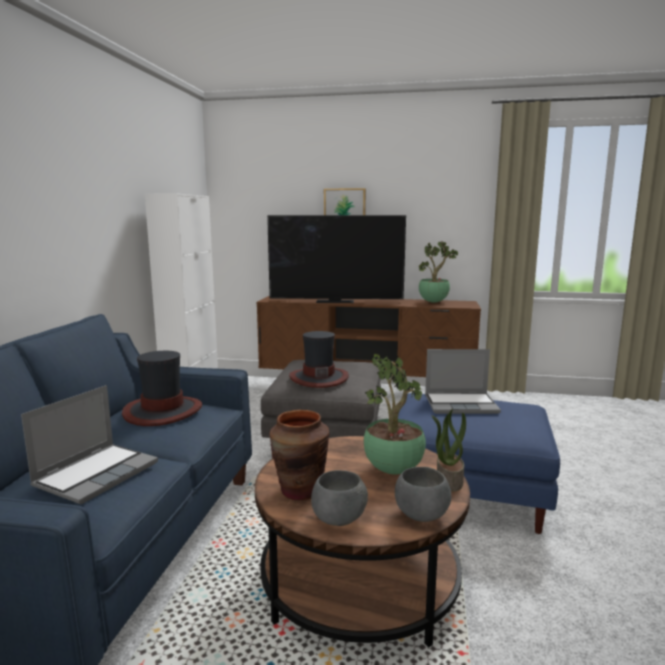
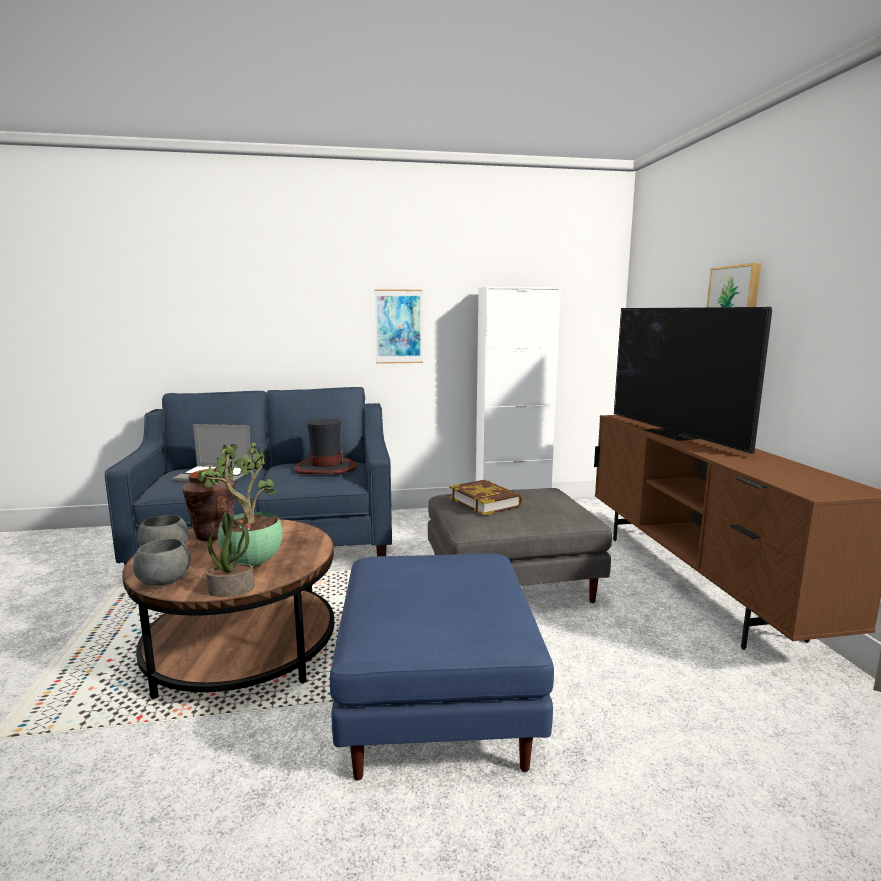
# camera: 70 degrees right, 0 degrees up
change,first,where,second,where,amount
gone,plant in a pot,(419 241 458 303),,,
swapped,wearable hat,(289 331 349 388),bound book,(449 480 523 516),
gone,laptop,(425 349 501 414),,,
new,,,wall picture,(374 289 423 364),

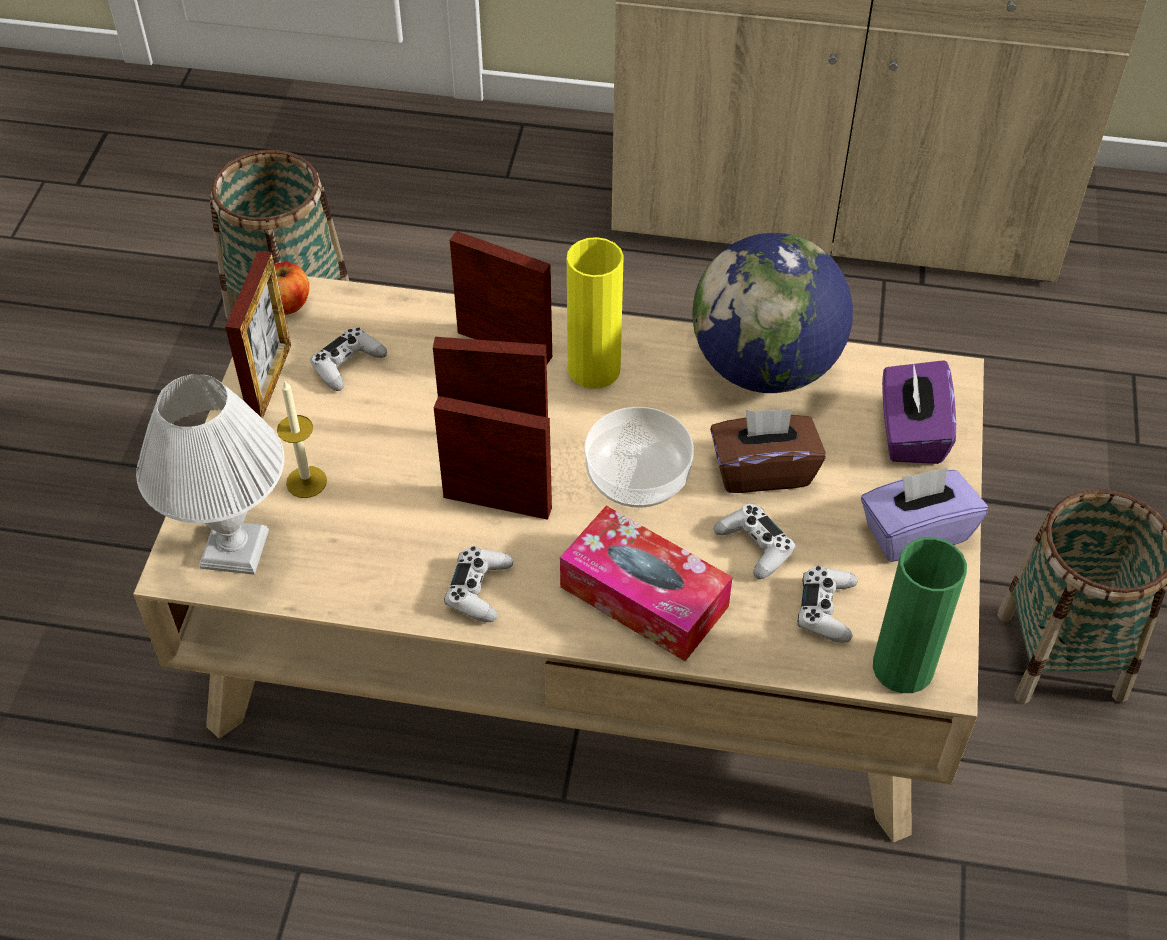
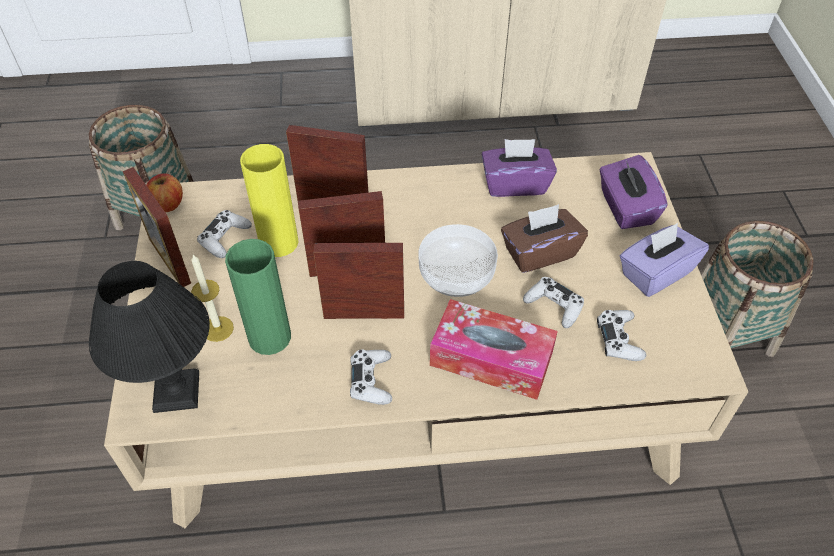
# camera: 15 degrees left, 0 degrees up
change,first,where,second,where,amount
swapped,globe,(692 233 853 393),tissue holder (purplish),(482 139 557 197),
shifted,decorative vase (yellow-coloured),(567 237 624 389),,(240 144 298 257),
rotated,photo frame,(225 251 291 419),,(123 167 191 287),150 degrees clockwise
repainted,lamp for a table (whitish),(136 374 284 575),lamp for a table (black-coloured),(89 261 210 413),
shifted,decorative vase (greenish),(873 537 967 693),,(225 239 291 355),

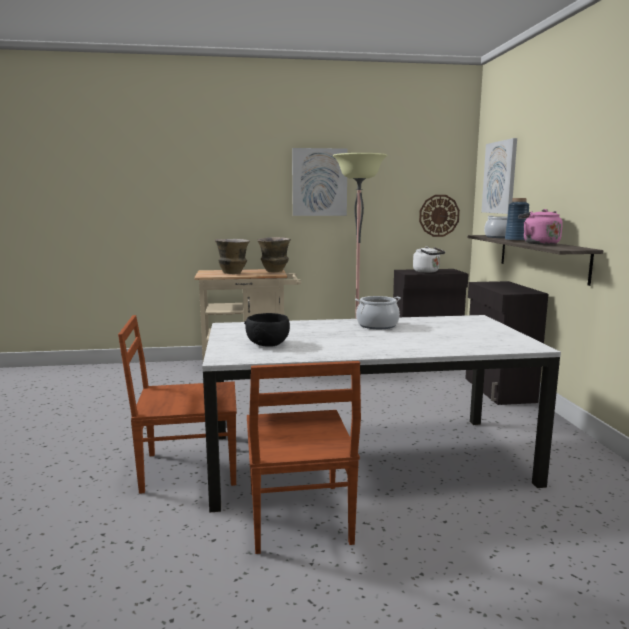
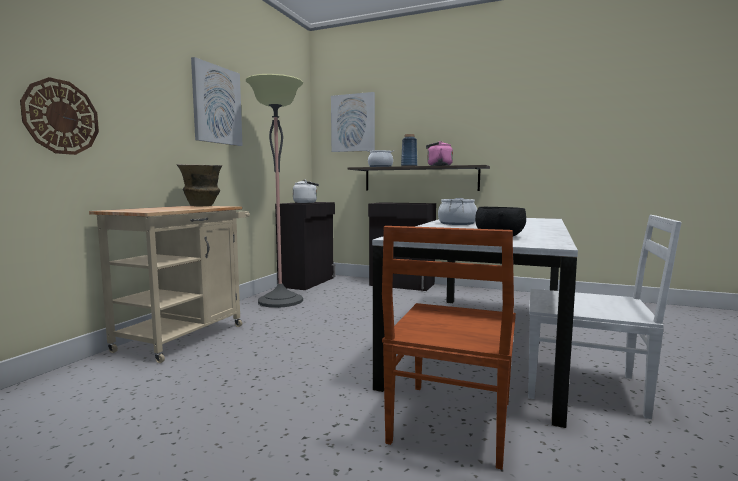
# camera: 60 degrees left, 5 degrees down
change,first,where,second,where,amount
shifted,wall clock,(419 195 460 237),,(20 77 99 155),
gone,decorative vase,(215 239 250 274),,,
repainted,plain chair (brown-coloured),(247 361 361 554),plain chair (whitish),(528 215 682 419),

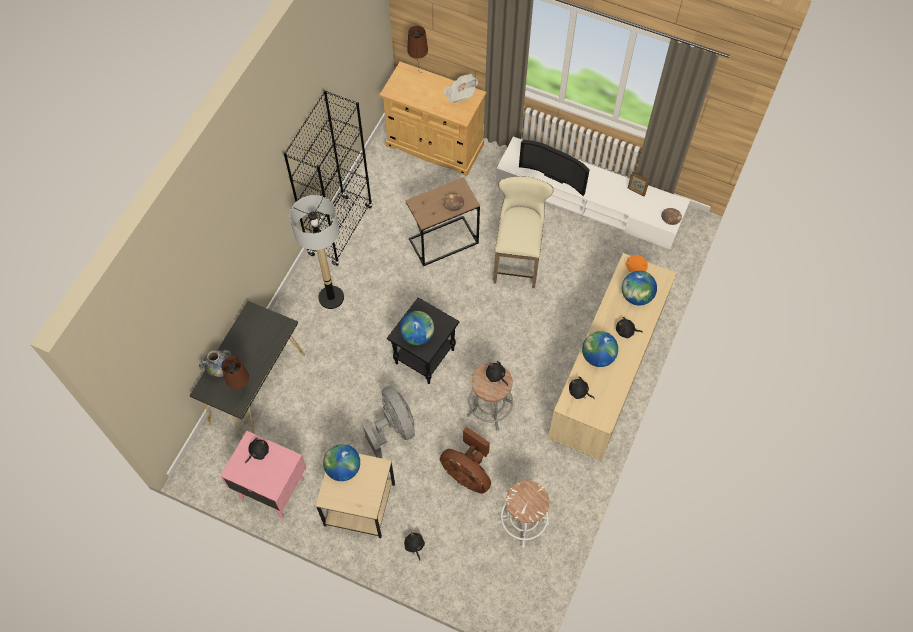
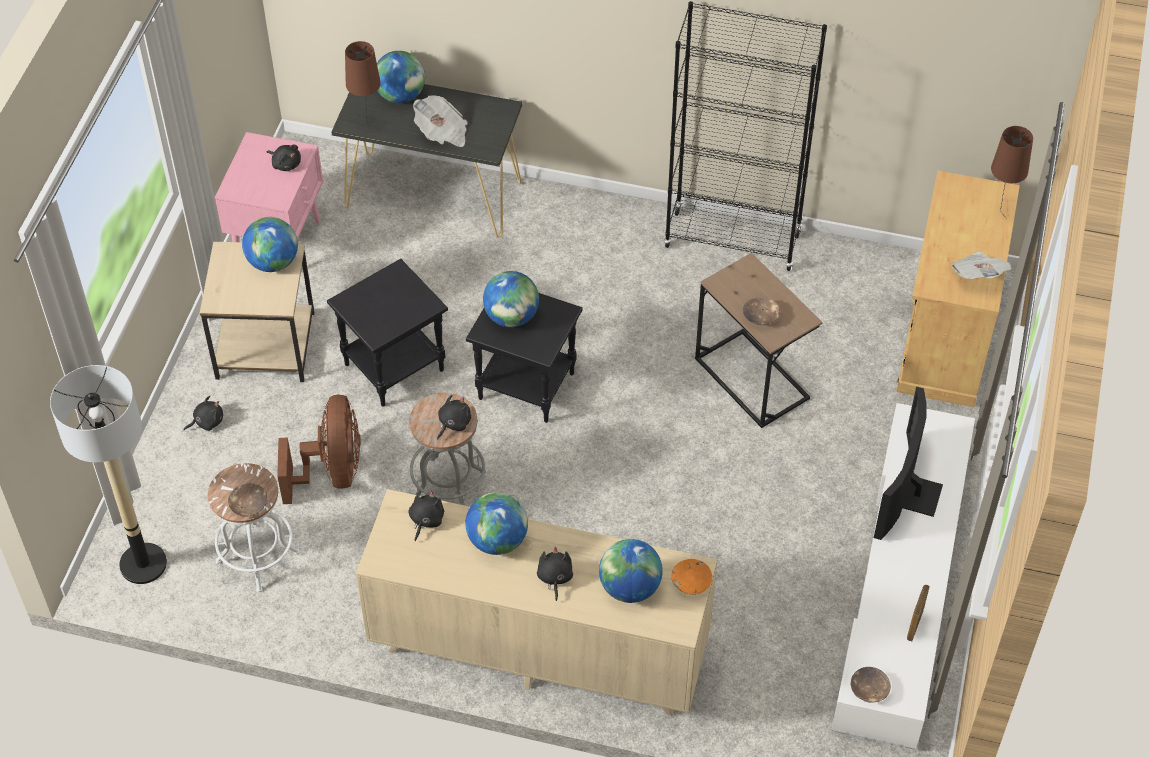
# camera: 80 degrees right, 10 degrees down
change,first,where,second,where,amount
gone,stool seat (beige-coloured),(493 176 553 288),,,
shifted,standing lamp,(290 195 344 309),,(50 365 167 584),
swapped,decorative vase,(199 350 231 377),globe,(377 51 425 103),
swapped,electric fan (greyish),(363 386 415 458),end table (black-coloured),(327 259 448 407),
rotated,electric fan (brown-coloured),(440 427 491 494),,(277 395 361 504),150 degrees clockwise
new,,,newspaper,(413 95 468 147),
new,,,serving bowl (brown-coloured),(228 483 267 517),

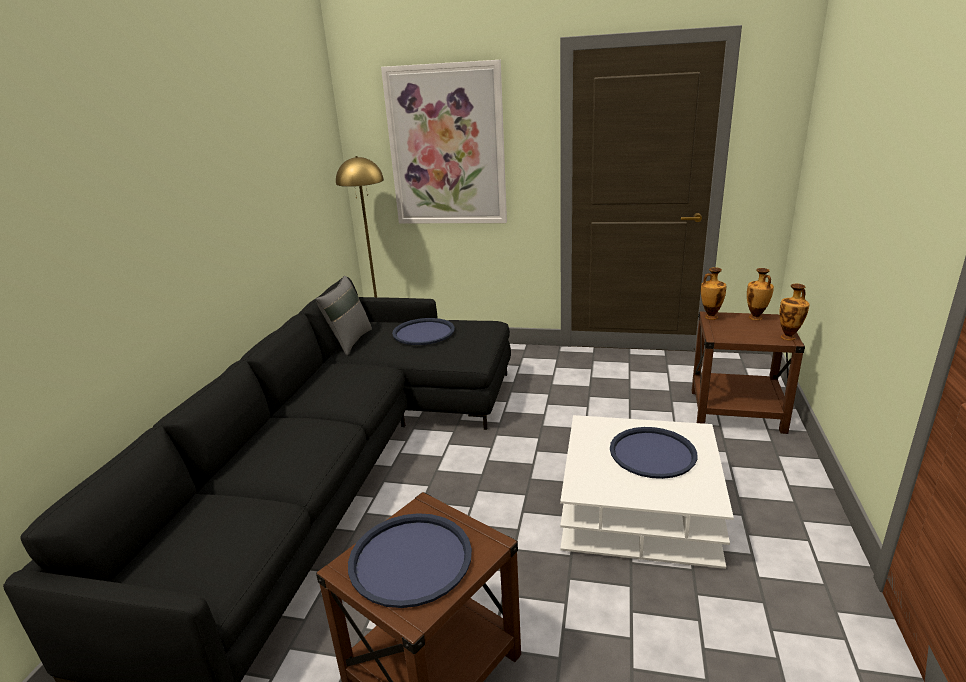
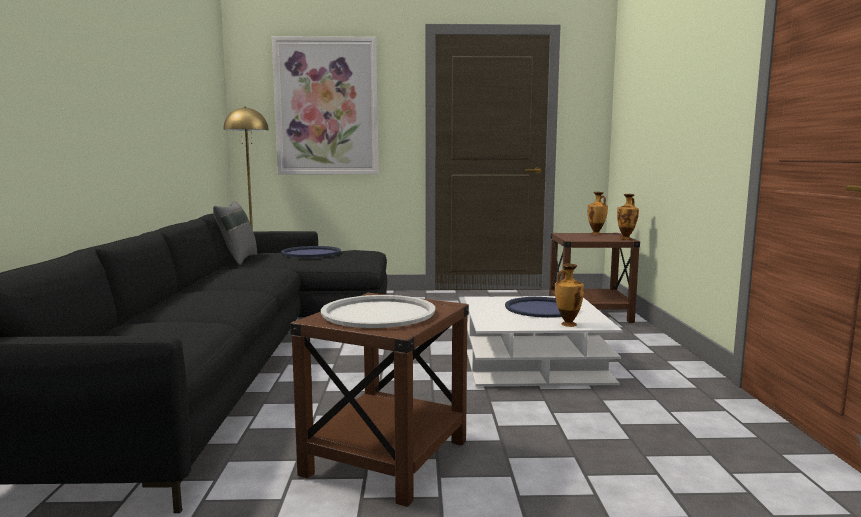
# camera: 15 degrees left, 15 degrees down
change,first,where,second,where,amount
shifted,decorative vase,(701 267 726 320),,(555 264 584 327),
repainted,carrying tray (bluish),(348 513 472 608),carrying tray (whitish),(321 295 435 328),

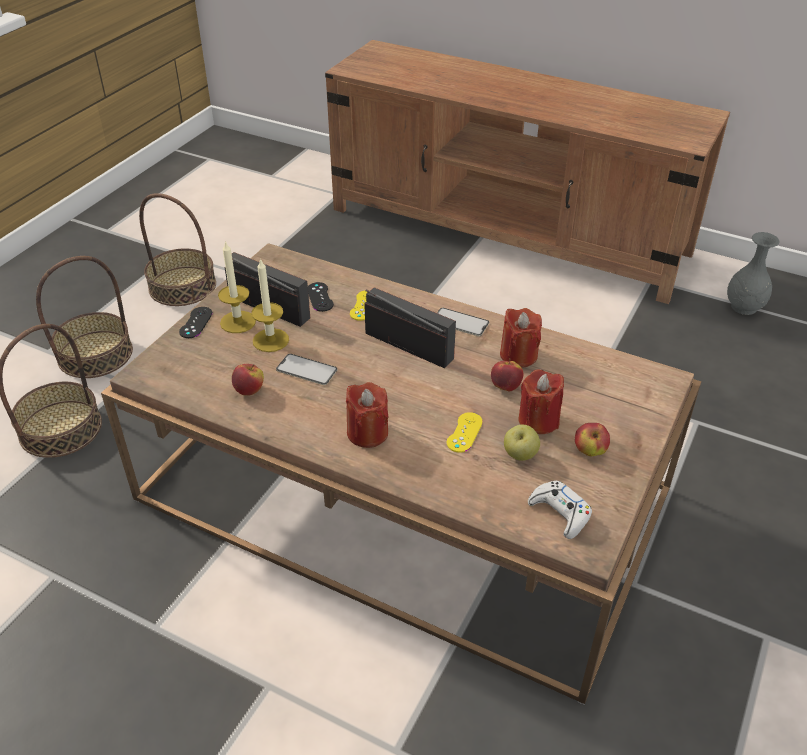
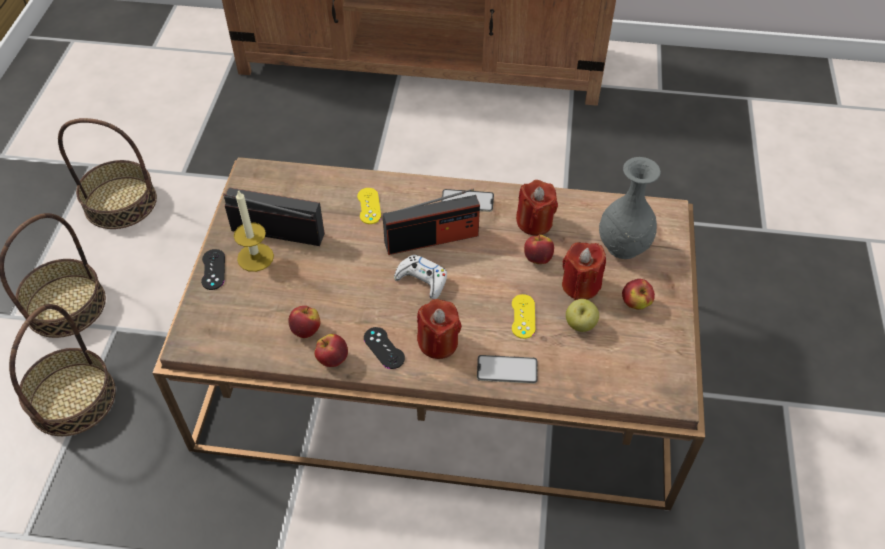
# camera: 20 degrees left, 10 degrees up
change,first,where,second,where,amount
shifted,decorative vase (greyish),(727 232 780 315),,(599 157 661 259),
gone,wax light,(251 258 289 352),,,
shifted,gamepad (black-coloured),(308 282 334 312),,(364 327 405 369),
rotated,radio set,(364 287 456 368),,(383 188 480 255),150 degrees clockwise
shifted,handset,(276 354 338 385),,(477 355 537 384),
shifted,gamepad (whitish),(528 480 592 539),,(394 255 447 299),
new,,,apple fruit,(314 334 348 367),

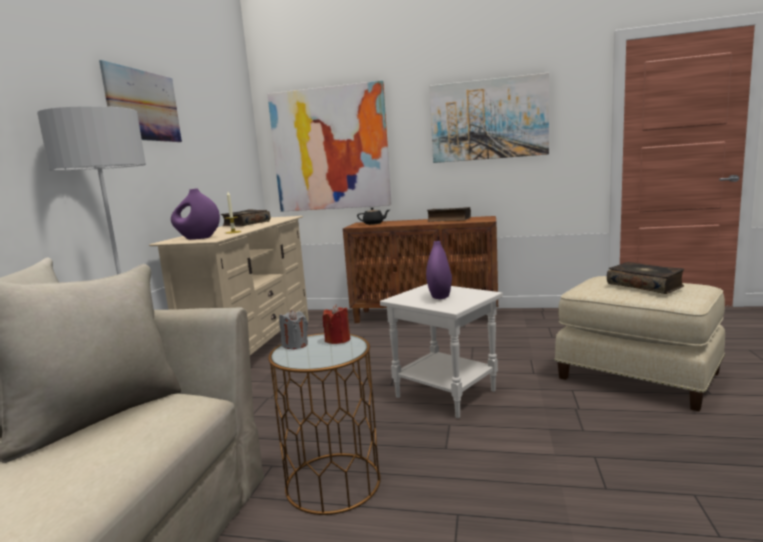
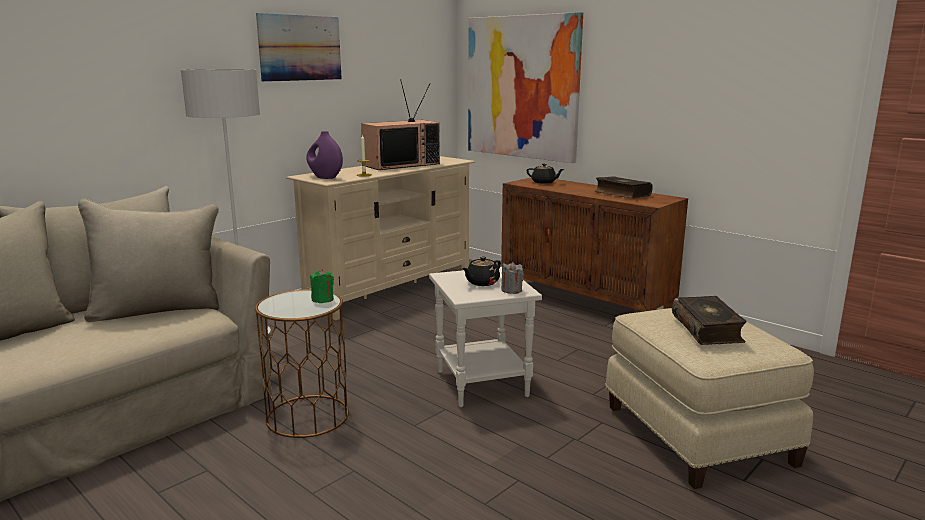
# camera: 30 degrees right, 5 degrees up
change,first,where,second,where,amount
gone,wall picture,(429 73 549 163),,,
swapped,bound book,(221 209 270 226),TV,(361 79 440 170),
swapped,decorative vase (purplish),(426 241 452 299),teapot (black-coloured),(462 257 501 286),
repainted,wax light (red-coloured),(323 305 350 344),wax light (greenish),(310 269 334 303),
shifted,wax light (greyish),(279 310 308 349),,(501 262 524 294),

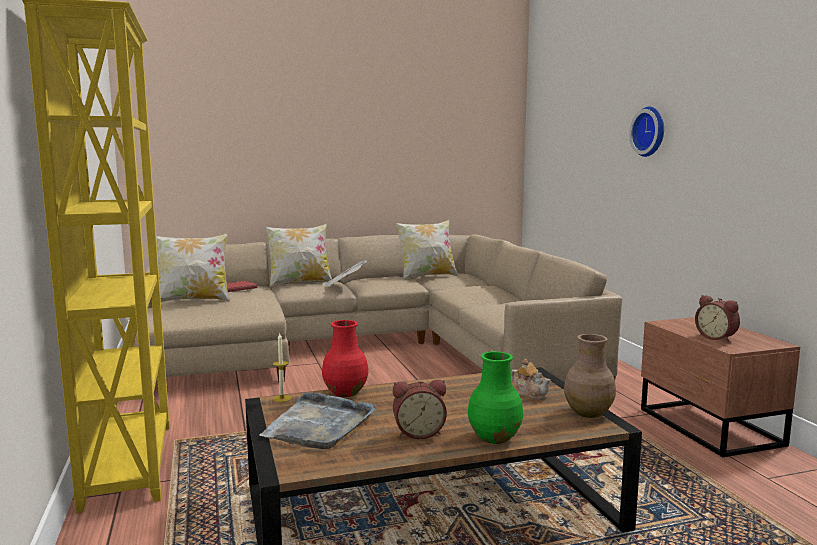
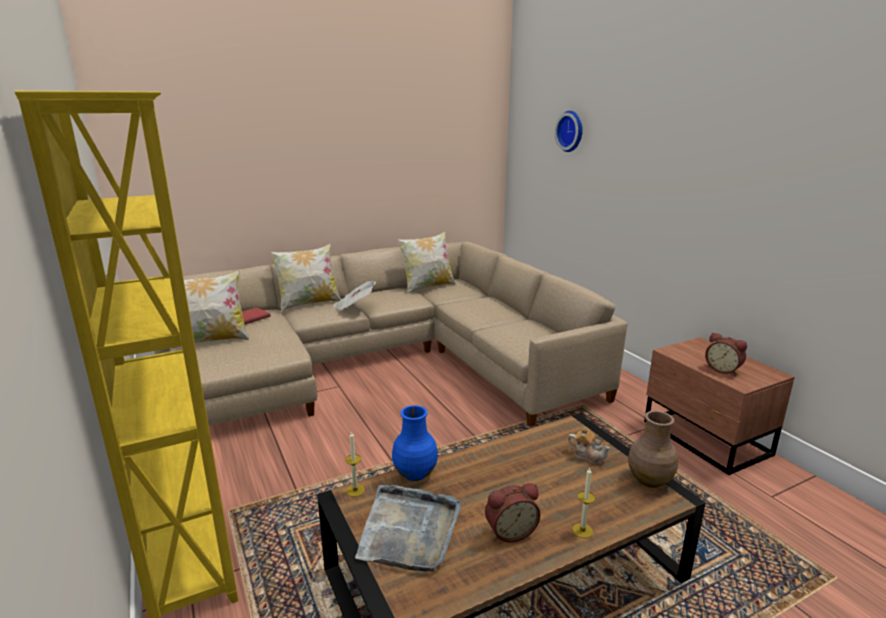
# camera: 10 degrees left, 10 degrees up
change,first,where,second,where,amount
shifted,wall clock,(629 106 664 157),,(555 111 583 152),
repainted,decorative vase (red-coloured),(322 320 369 397),decorative vase (bluish),(392 405 438 481),
swapped,decorative vase (greenish),(468 351 523 444),wax light,(572 468 596 538),

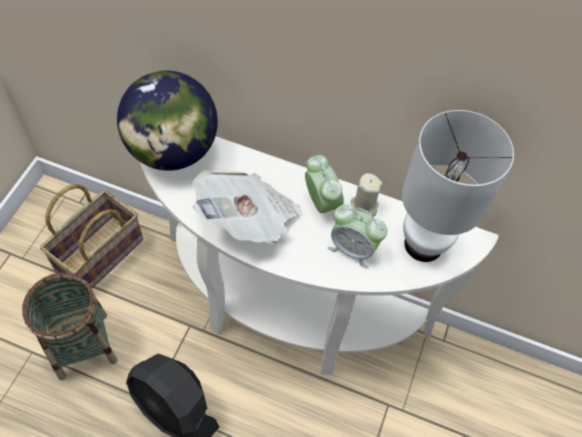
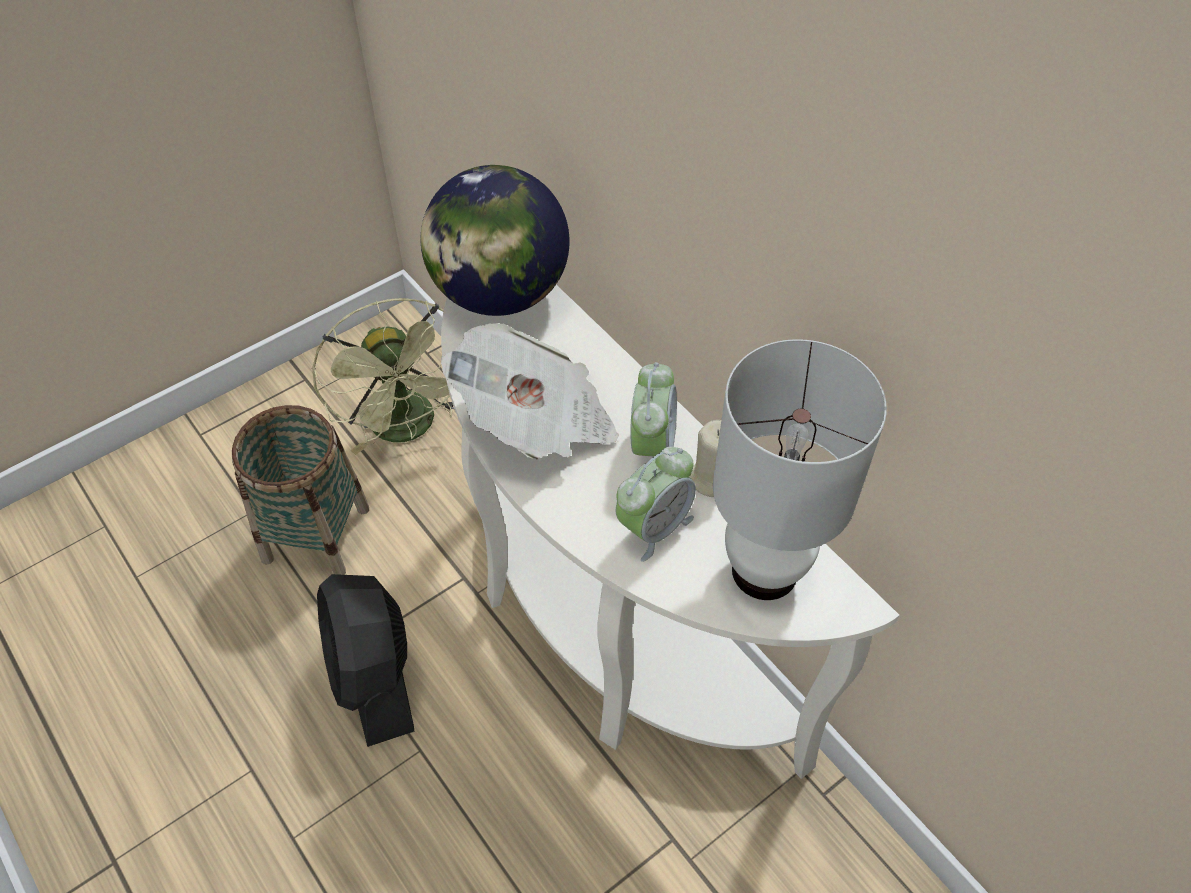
# camera: 35 degrees right, 5 degrees down
change,first,where,second,where,amount
swapped,household basket,(40 184 143 289),electric fan (greenish),(312 298 454 455),
rotated,alarm clock,(328 204 388 269),,(616 447 696 562),105 degrees counterclockwise

